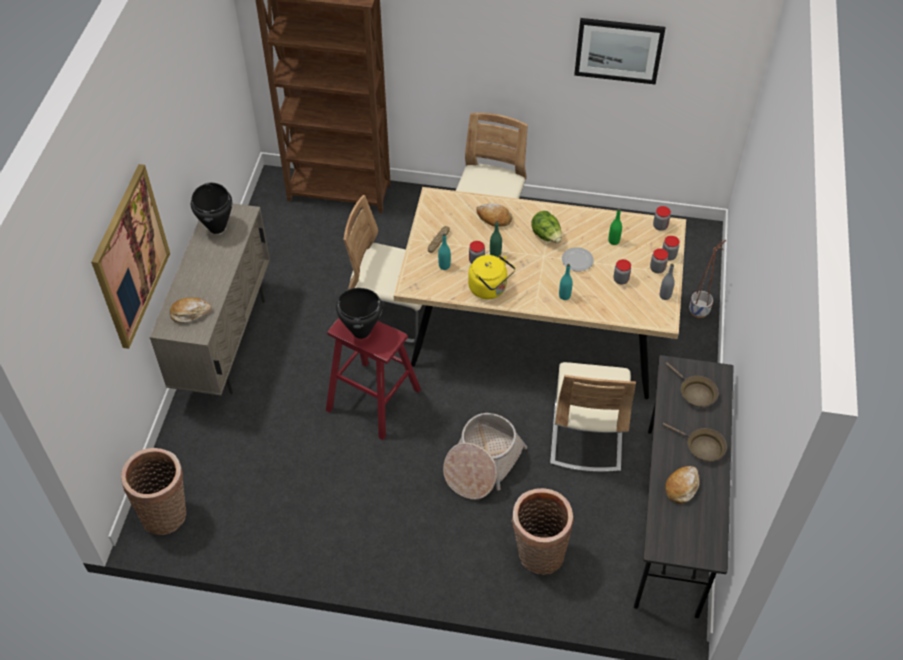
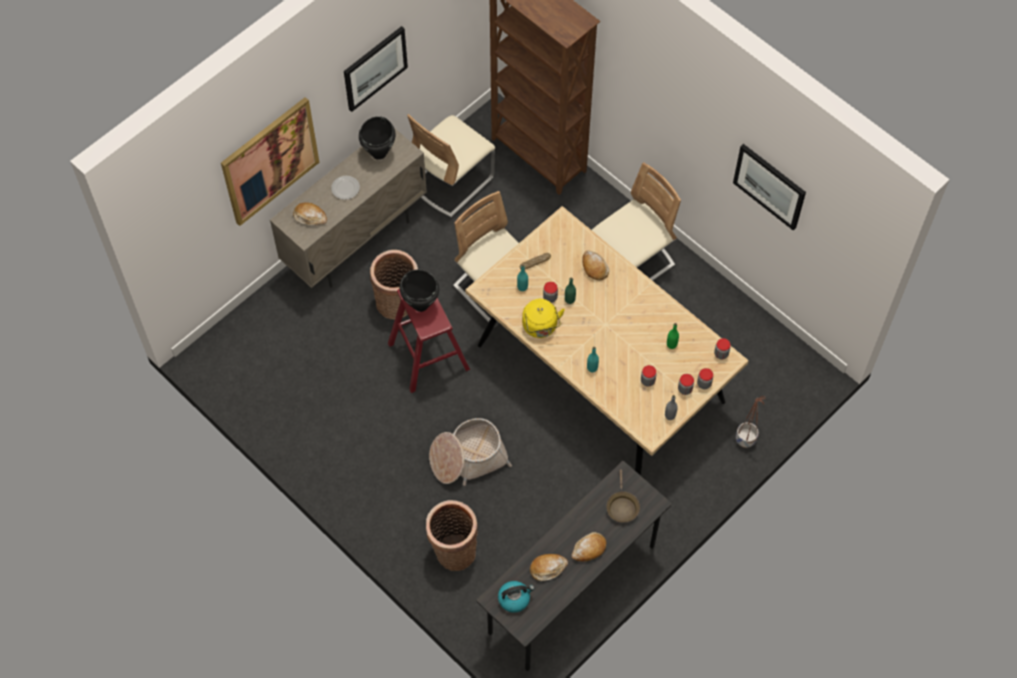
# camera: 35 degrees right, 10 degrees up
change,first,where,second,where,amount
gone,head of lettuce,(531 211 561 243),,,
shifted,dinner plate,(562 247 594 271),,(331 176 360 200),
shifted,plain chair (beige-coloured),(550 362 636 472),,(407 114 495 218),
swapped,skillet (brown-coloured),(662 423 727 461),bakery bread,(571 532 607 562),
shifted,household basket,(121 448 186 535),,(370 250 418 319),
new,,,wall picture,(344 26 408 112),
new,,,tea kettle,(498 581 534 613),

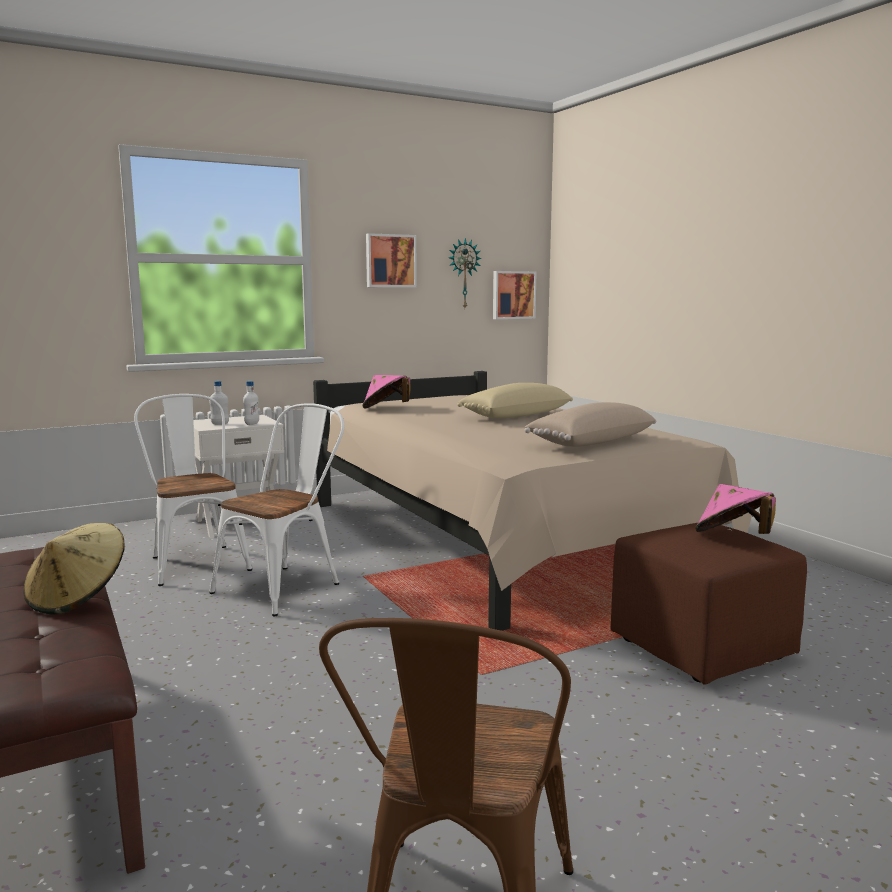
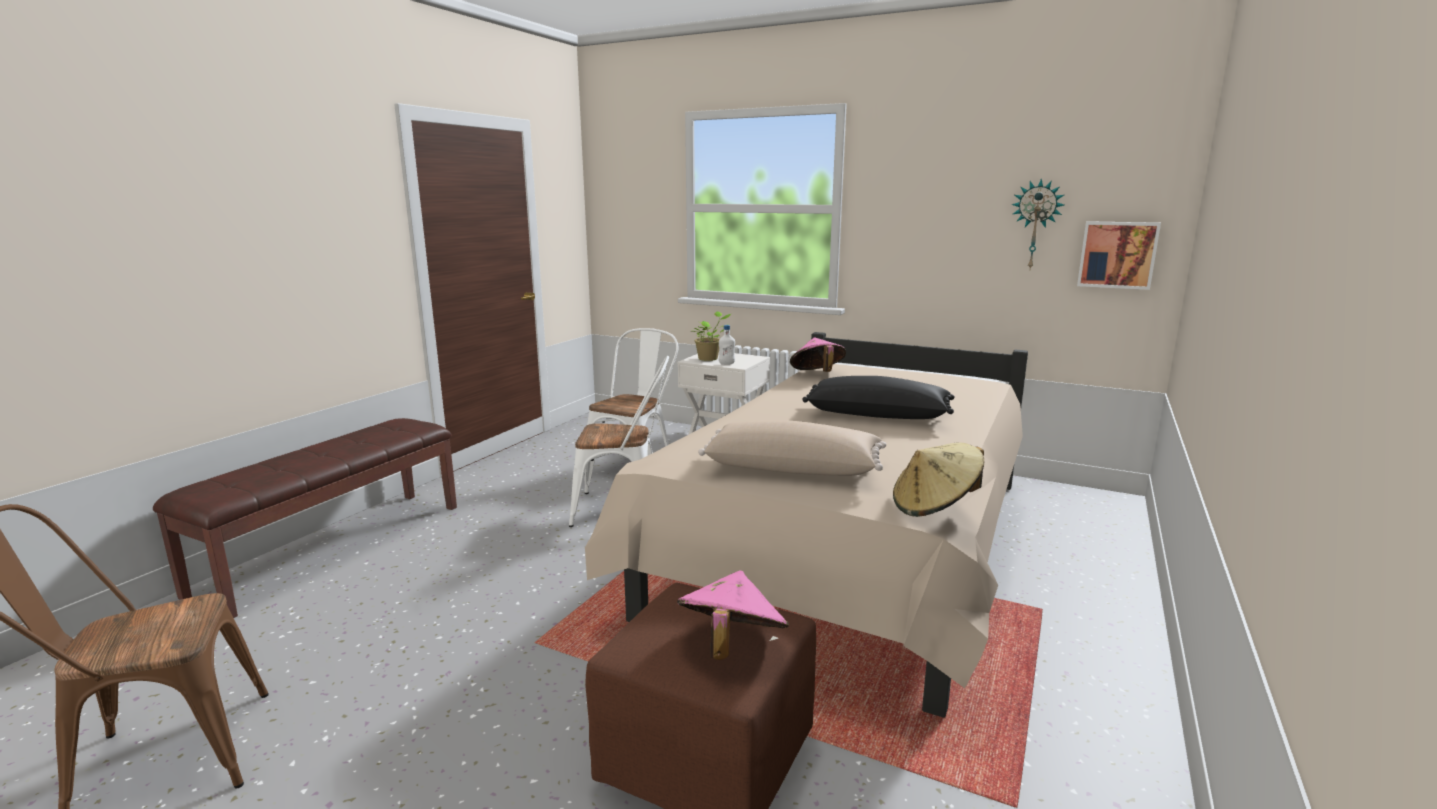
# camera: 55 degrees right, 5 degrees up
change,first,where,second,where,amount
gone,wall picture,(366 233 417 287),,,
swapped,beverage bottle (whitish),(209 381 229 425),plant in a pot,(692 311 731 361),
repainted,throw pillow (beige-coloured),(457 383 573 418),throw pillow (black-coloured),(802 376 955 419),
shifted,wearable hat (beige-coloured),(23 523 125 615),,(893 443 985 517),

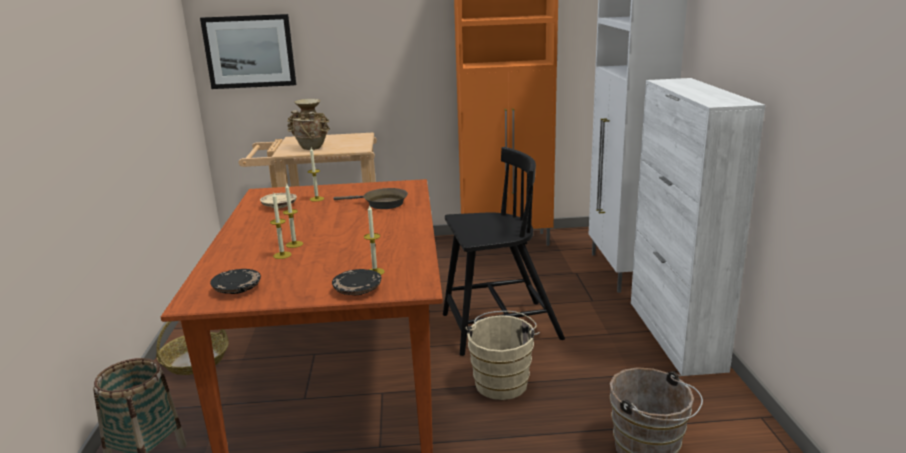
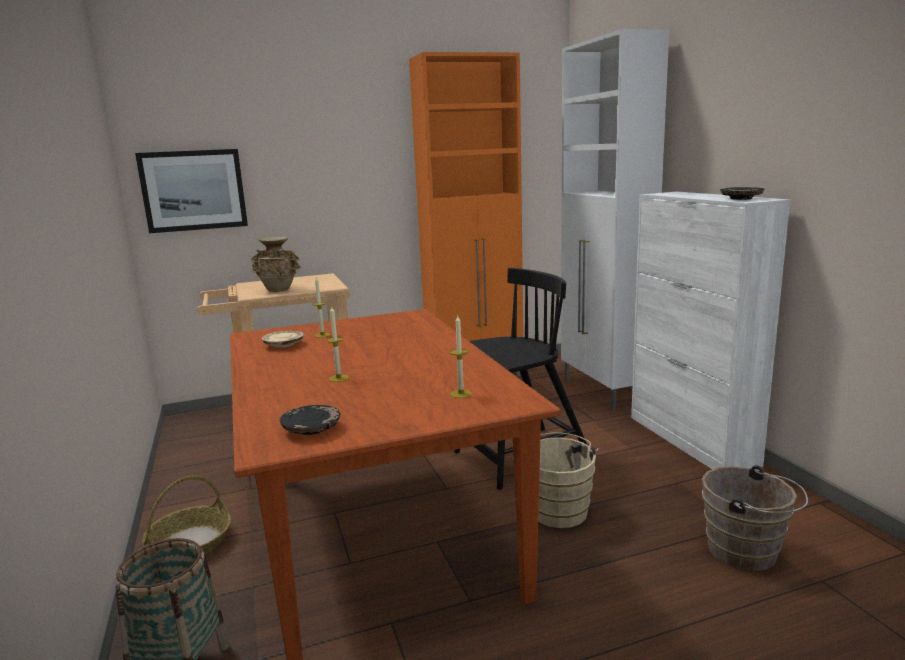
# camera: 15 degrees left, 5 degrees down
change,first,where,second,where,amount
gone,skillet (brown-coloured),(333 188 408 209),,,
gone,wax light,(270 193 292 259),,,
shifted,dinner plate (black-coloured),(332 269 382 295),,(720 187 765 200),

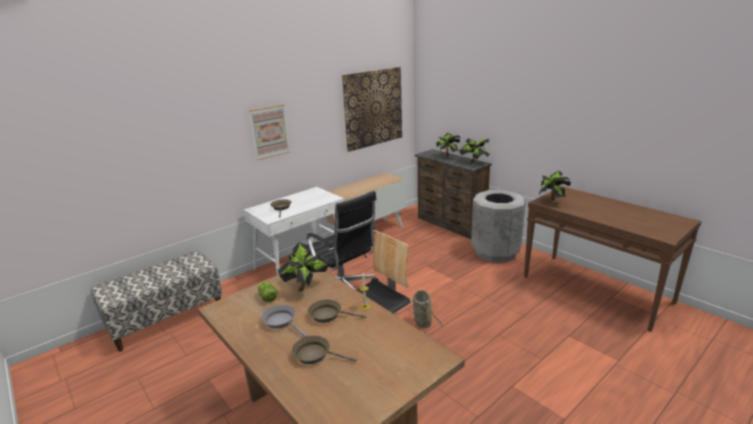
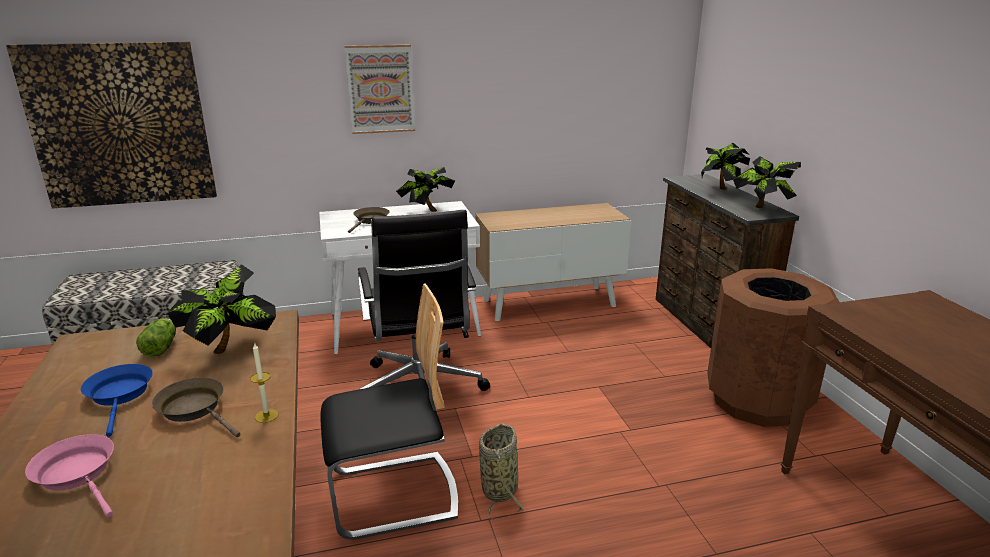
# camera: 25 degrees right, 0 degrees up
change,first,where,second,where,amount
shifted,wall picture,(342 67 402 152),,(6 42 217 208),
shifted,plant in a pot,(539 170 571 201),,(396 167 455 212),
repainted,trash can (greyish),(471 190 526 262),trash can (brown-coloured),(707 268 839 427),
repainted,skillet (greyish),(261 305 307 337),skillet (bluish),(81 364 153 437),
repainted,skillet (brown-coloured),(292 336 357 364),skillet (pink-coloured),(25 434 114 517),

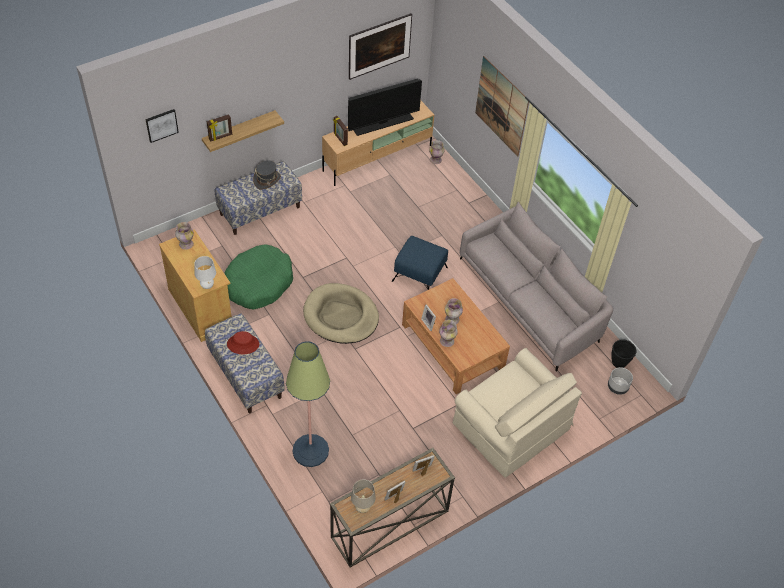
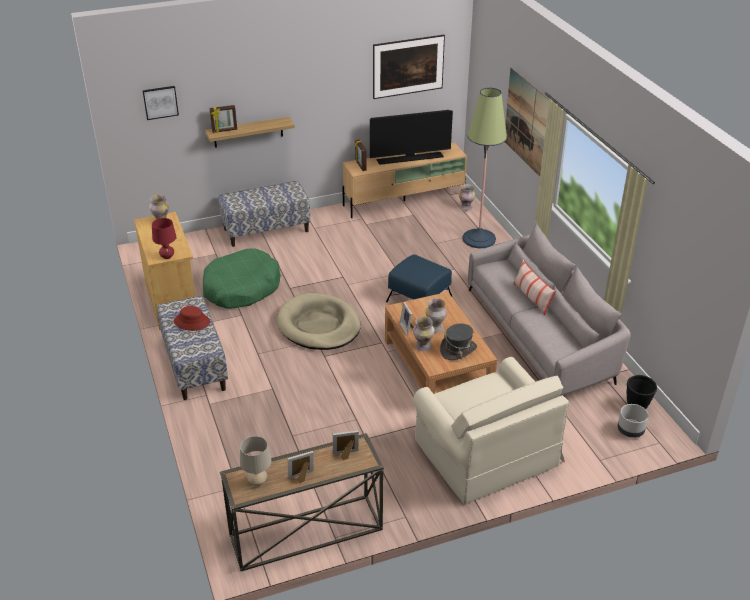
# camera: 15 degrees right, 15 degrees down
change,first,where,second,where,amount
shifted,wearable hat (greyish),(253 160 281 190),,(440 324 477 360),
repainted,lamp for a table (whitish),(194 256 216 289),lamp for a table (red-coloured),(152 218 176 259),
shifted,standing lamp,(286 341 330 467),,(463 88 507 248),
new,,,throw pillow,(513 260 556 316),

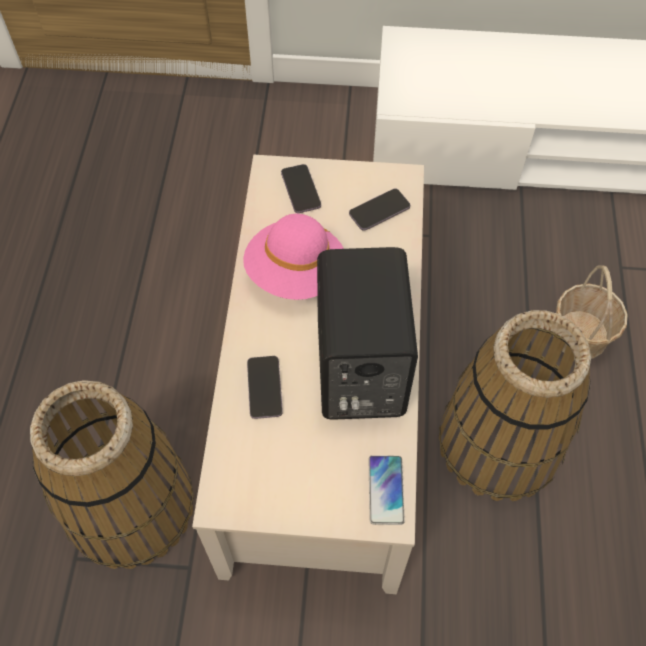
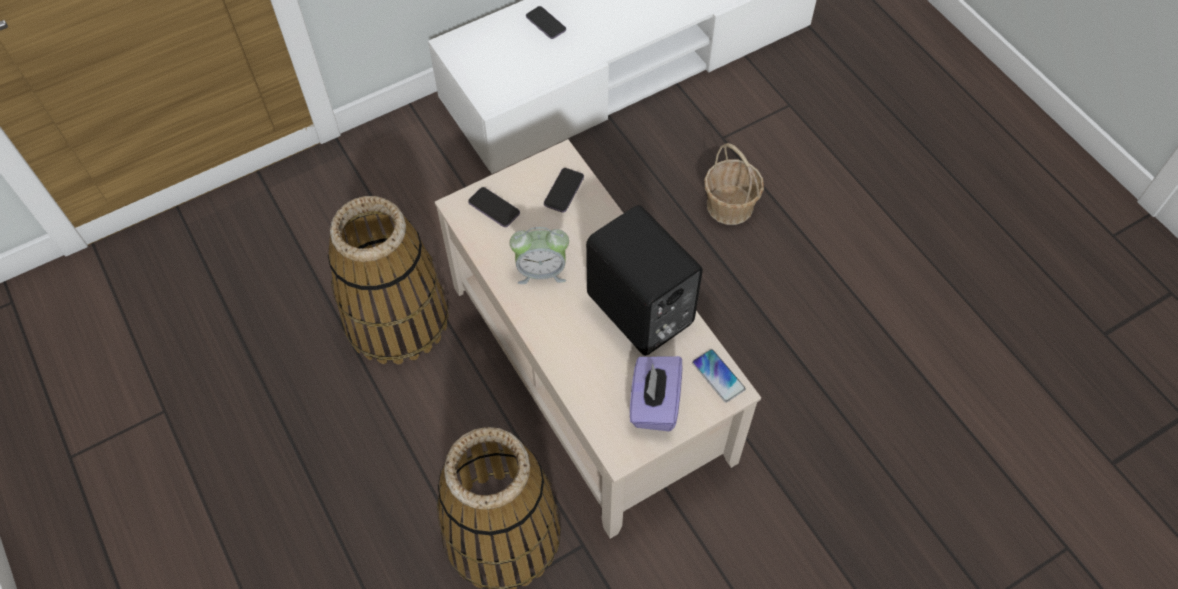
# camera: 35 degrees left, 0 degrees up
change,first,where,second,where,amount
swapped,wearable hat (pink-coloured),(243 214 344 300),alarm clock,(510 227 569 284),
shifted,household basket,(439 310 591 501),,(328 196 449 364),
shifted,handset,(247 356 283 419),,(526 6 566 39),
new,,,tissue holder (purplish),(630 356 682 431),

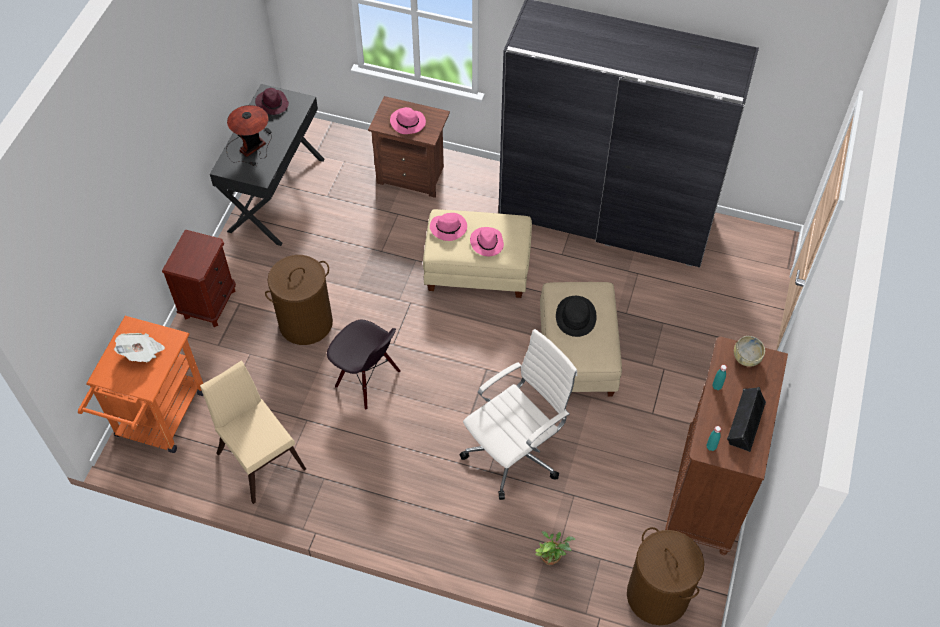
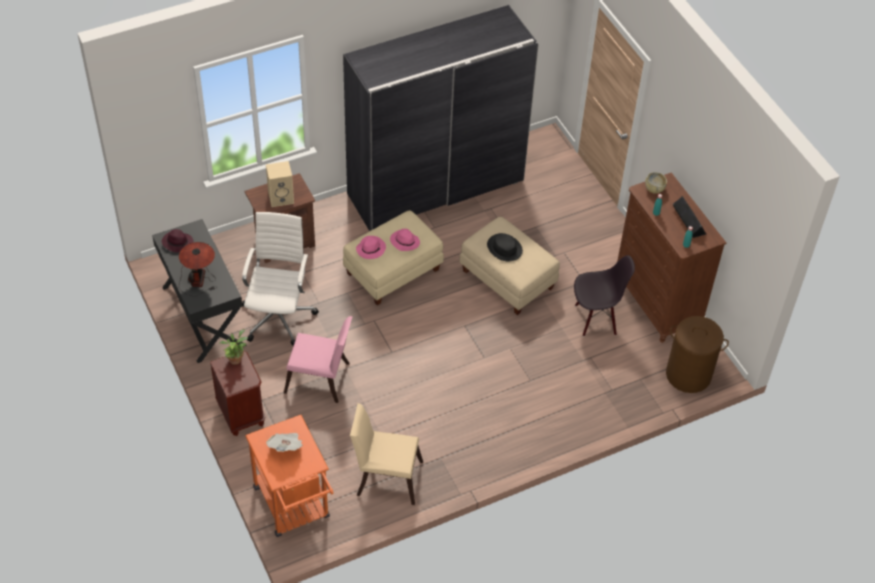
# camera: 45 degrees left, 5 degrees down
change,first,where,second,where,amount
swapped,wearable hat (pink-coloured),(390 107 426 134),speaker (beige-coloured),(266 161 294 207),
swapped,washing basket (brown-coloured),(265 255 333 345),plain chair (pink-coloured),(284 316 353 403),
shifted,plain chair (black-coloured),(327 320 401 410),,(574 255 635 337),
shifted,computer chair (whitish),(459 329 577 500),,(242 212 319 346),
shifted,plant in a pot,(535 531 575 565),,(219 330 248 365),

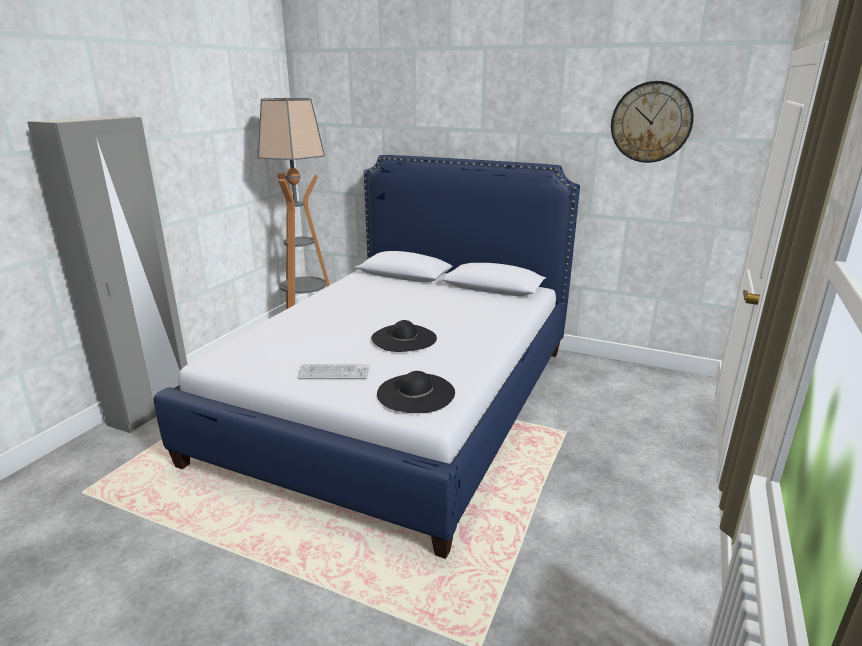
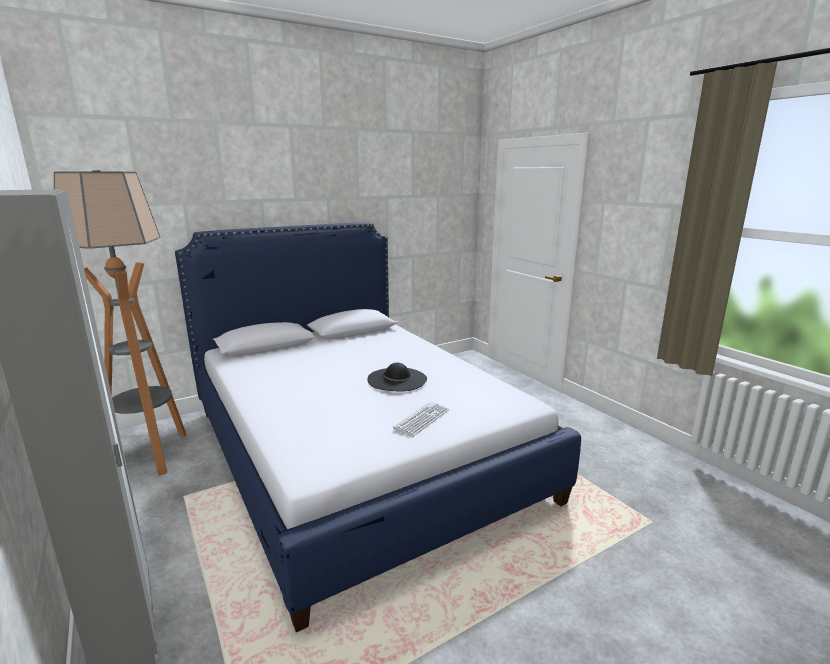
# camera: 55 degrees left, 5 degrees down
change,first,where,second,where,amount
gone,wall clock,(611 81 694 163),,,
gone,wearable hat (black-coloured),(377 371 455 413),,,

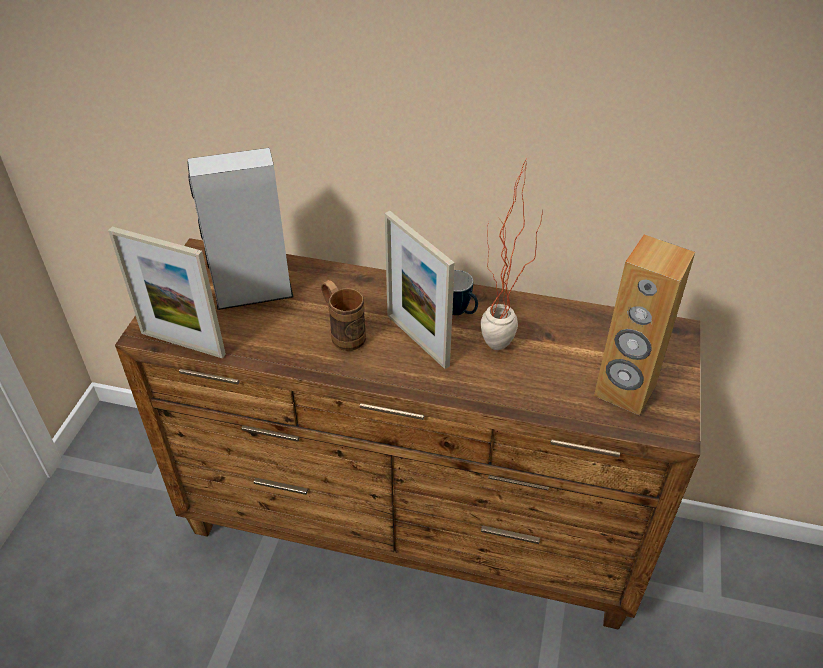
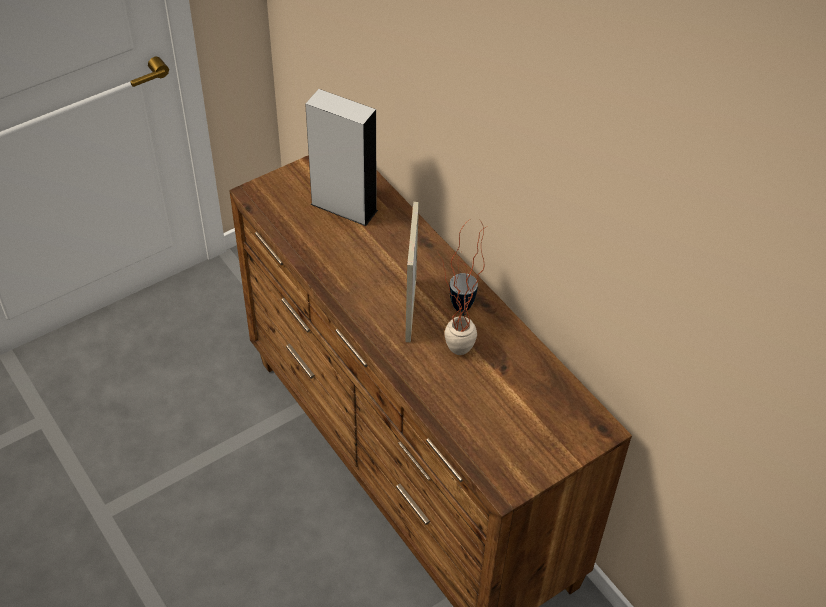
# camera: 40 degrees right, 5 degrees up
change,first,where,second,where,amount
gone,photo frame,(108 227 226 358),,,
gone,speaker (brown-coloured),(594 234 695 415),,,
gone,tea mug (brown-coloured),(321 280 366 351),,,

